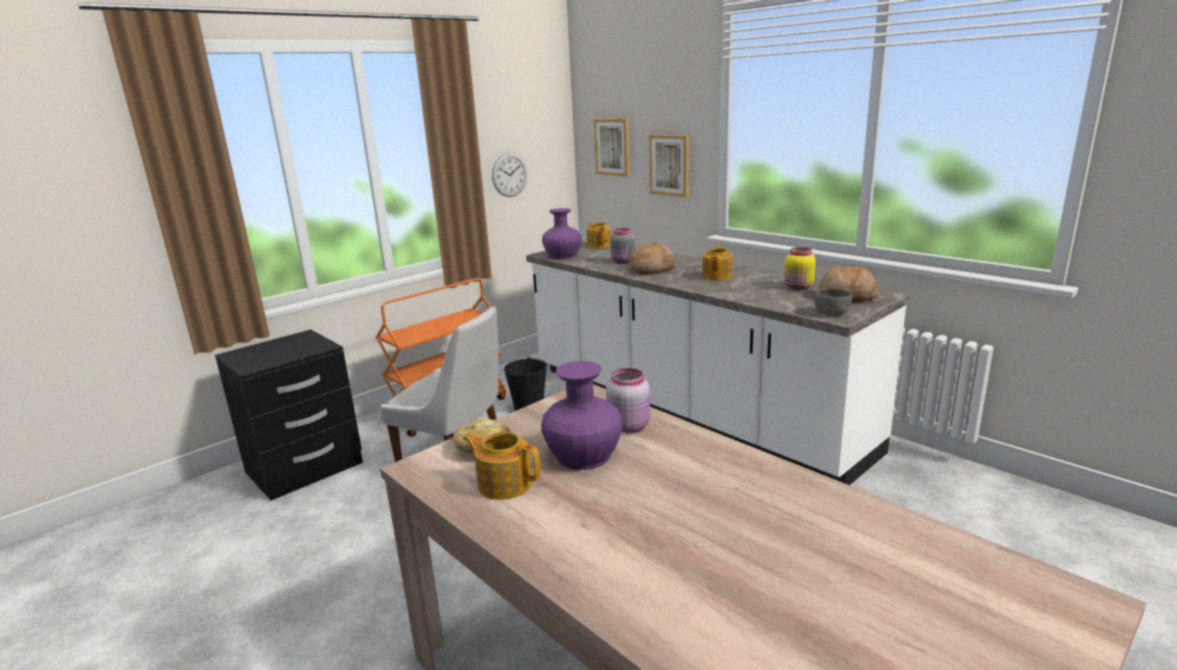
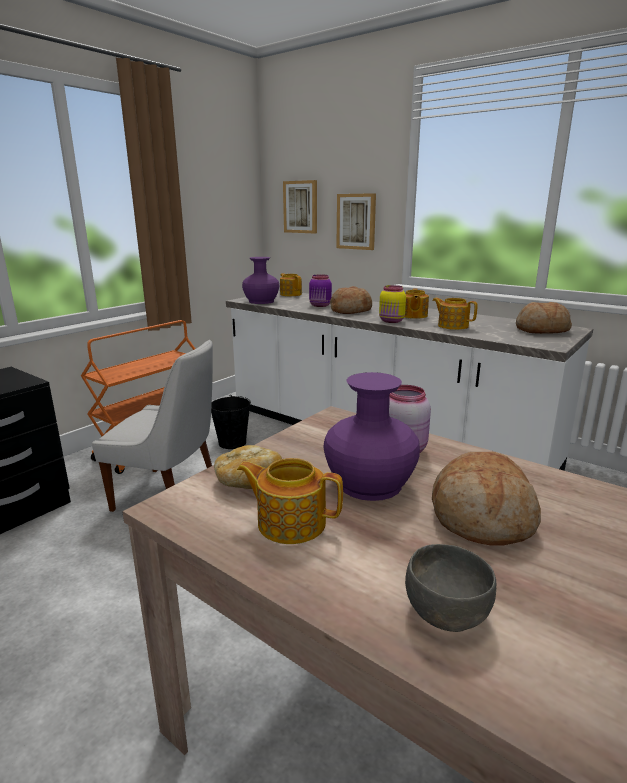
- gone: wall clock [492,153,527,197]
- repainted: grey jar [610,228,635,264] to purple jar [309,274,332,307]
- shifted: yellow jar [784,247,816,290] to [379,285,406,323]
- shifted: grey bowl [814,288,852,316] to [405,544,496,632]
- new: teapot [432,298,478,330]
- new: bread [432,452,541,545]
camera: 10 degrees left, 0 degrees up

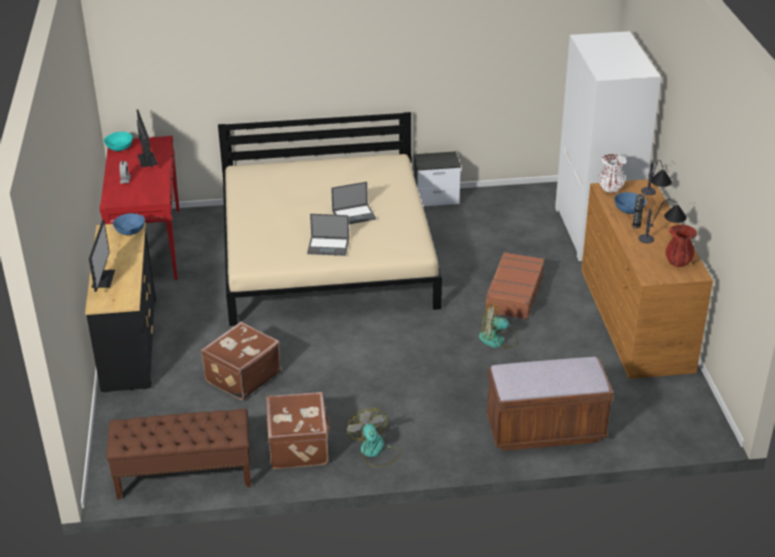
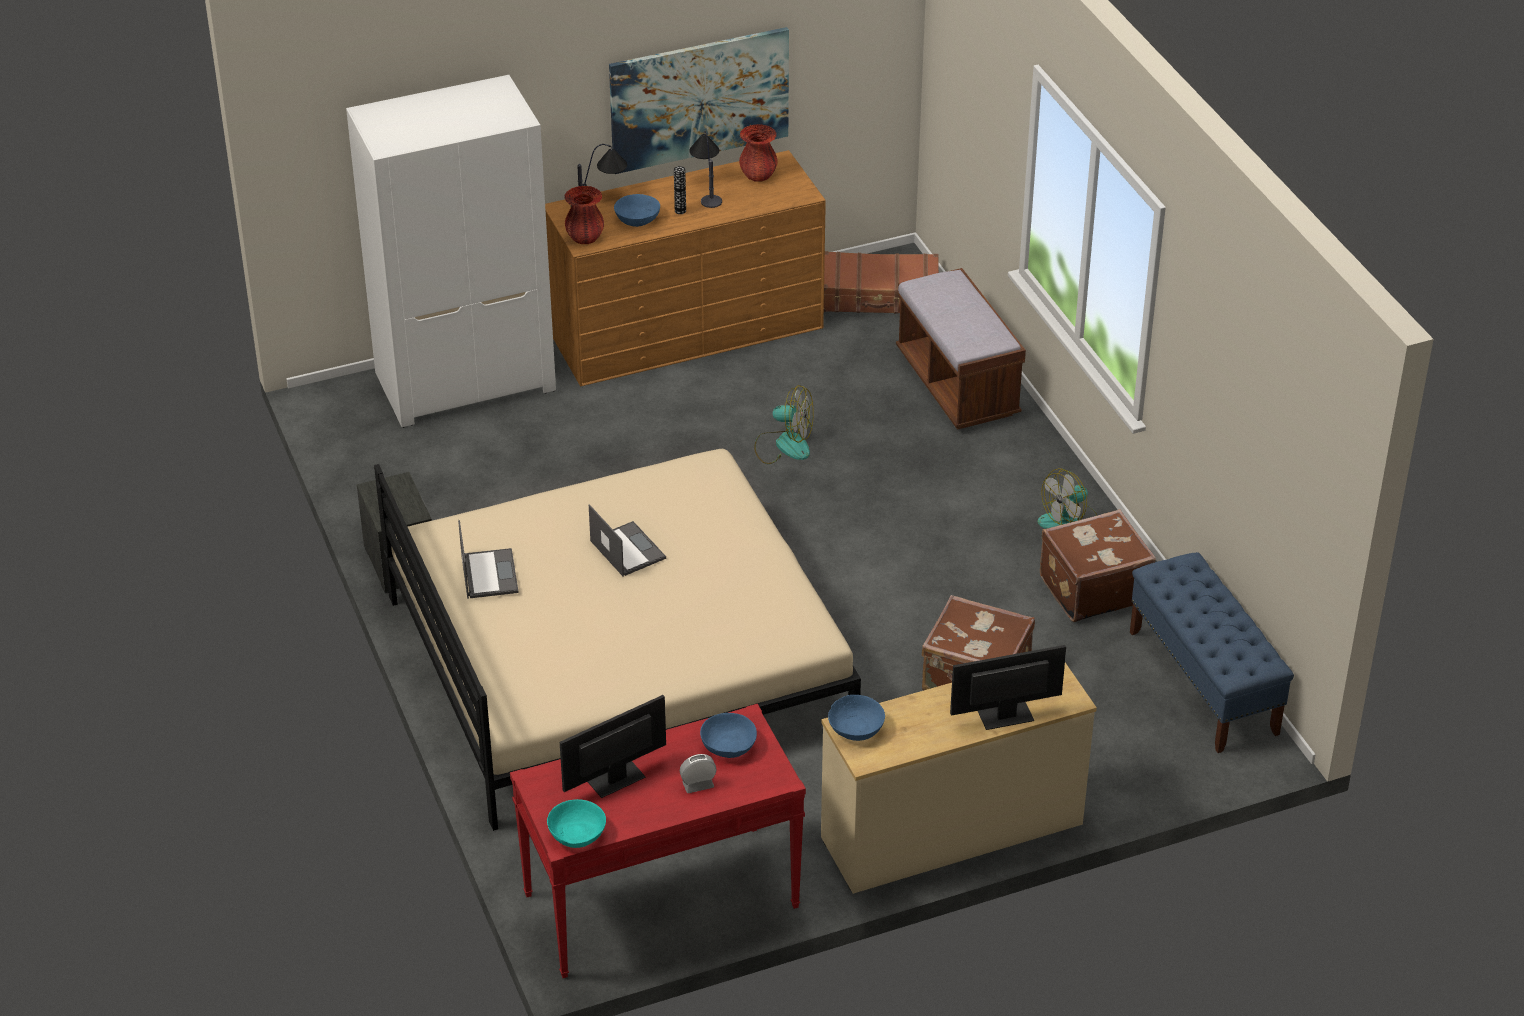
- repainted: white vase [599,154,627,193] to red vase [564,186,604,244]
- shifted: laptop [307,214,349,256] to [458,520,519,599]
- repainted: black dresser [85,222,156,392] to beige dresser [821,663,1097,894]
- shifted: brown suitcase [483,252,545,320] to [824,251,939,314]
- rotated: fan [479,302,518,348] = [754,385,814,464] 60 degrees counterclockwise
- repainted: brown bench [106,409,251,499] to blue bench [1130,552,1294,753]
- new: picture [609,27,789,174]
- new: blue bowl [700,713,757,758]
camera: 105 degrees left, 5 degrees up

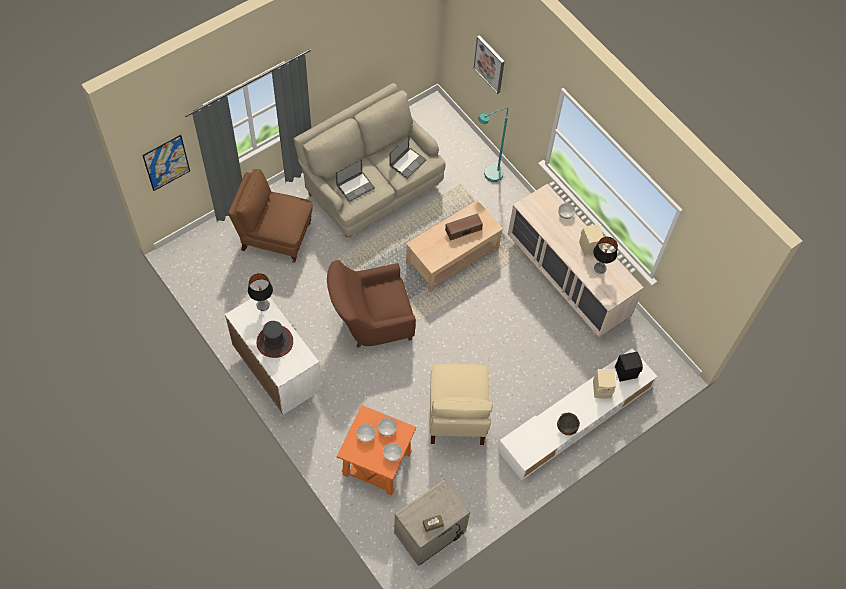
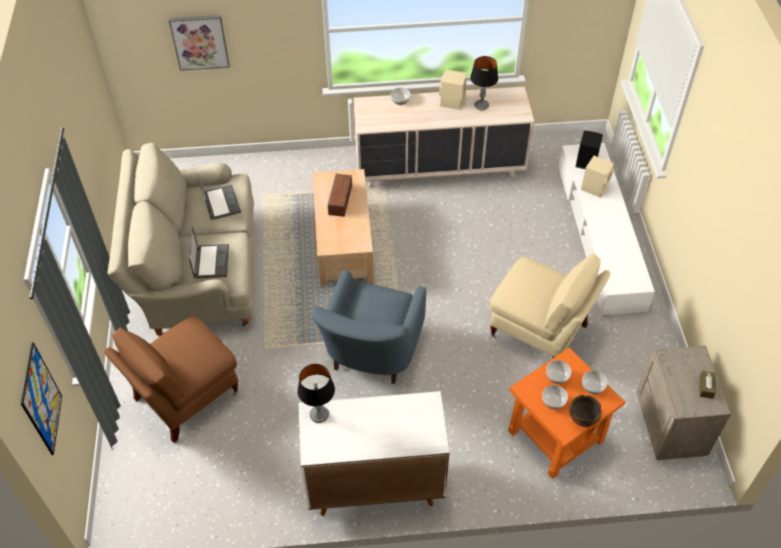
- gone: turquoise floor lamp [478,107,508,182]
- repainted: brown armchair [327,260,416,348] to blue armchair [311,270,426,384]
- gone: hat [257,321,293,358]
- shifted: bowl [557,412,580,435] to [569,395,602,427]
camera: 55 degrees left, 10 degrees down

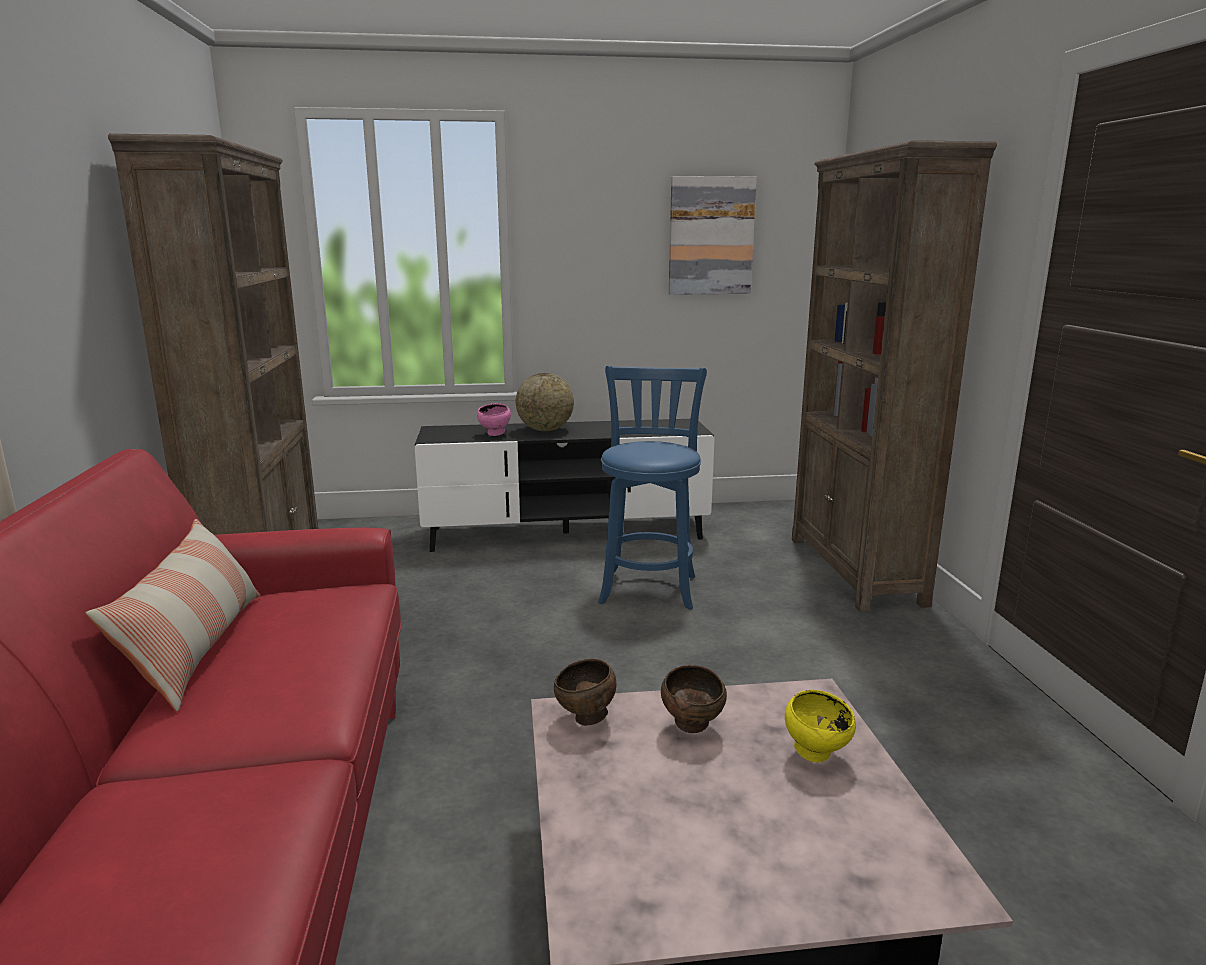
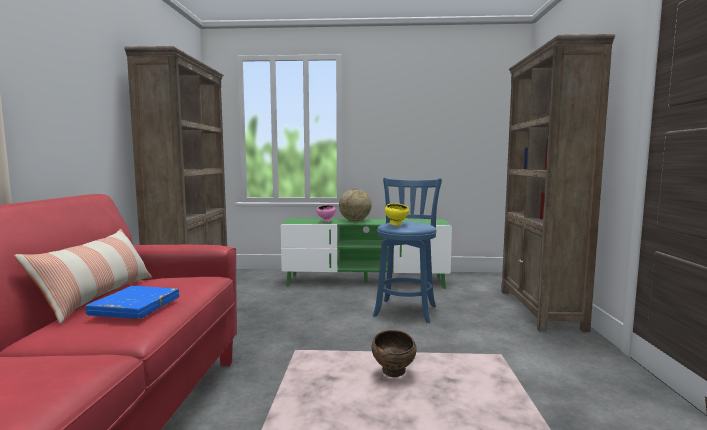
- gone: picture [669,176,757,295]
- repainted: black tv stand [415,419,715,552] to green tv stand [281,218,452,289]
- gone: brown bowl [554,659,616,726]
- shifted: yellow bowl [785,690,856,763] to [385,203,409,226]
- new: blue book [86,286,179,319]
camera: 10 degrees right, 10 degrees down

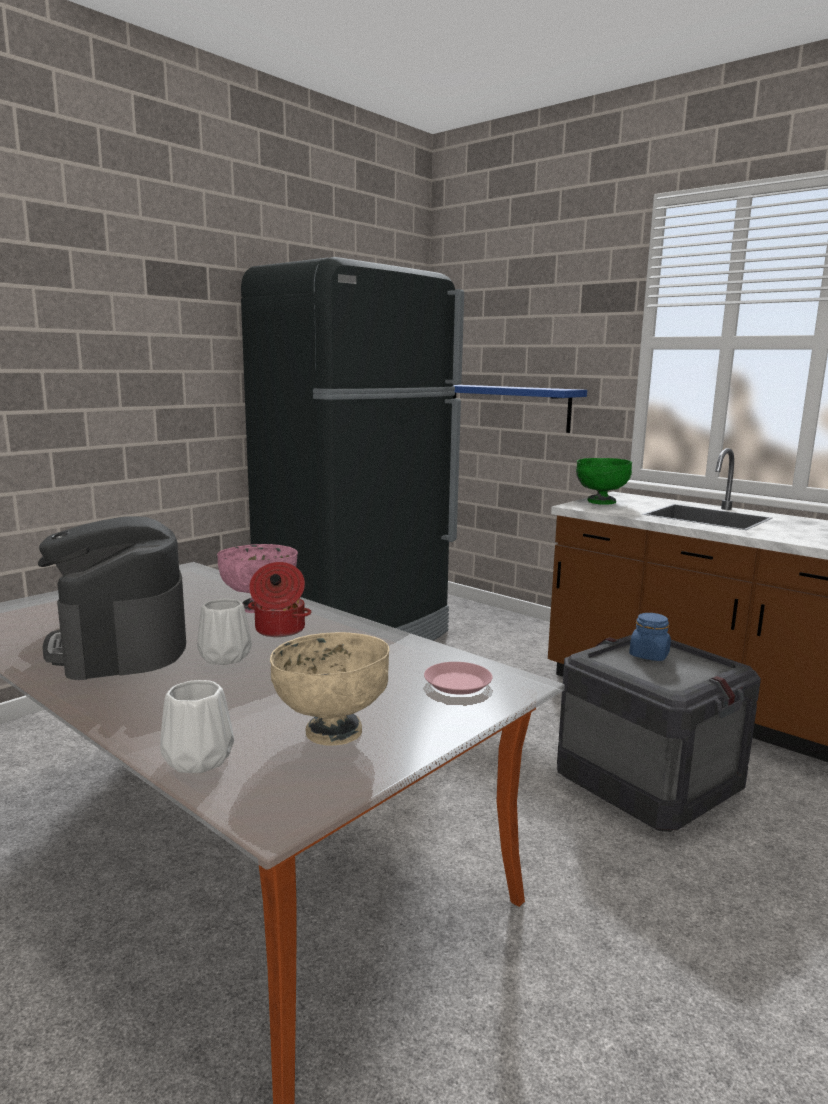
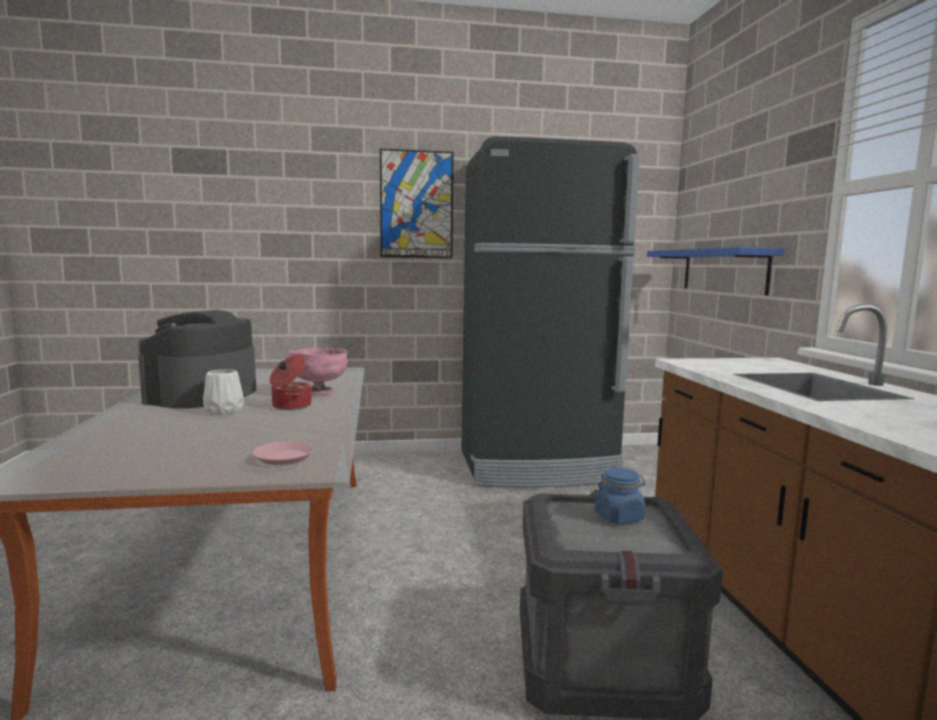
- gone: green bowl [576,458,632,505]
- gone: beige bowl [270,632,389,746]
- gone: white vase [160,680,234,773]
- new: picture [380,149,454,258]
camera: 40 degrees right, 5 degrees down

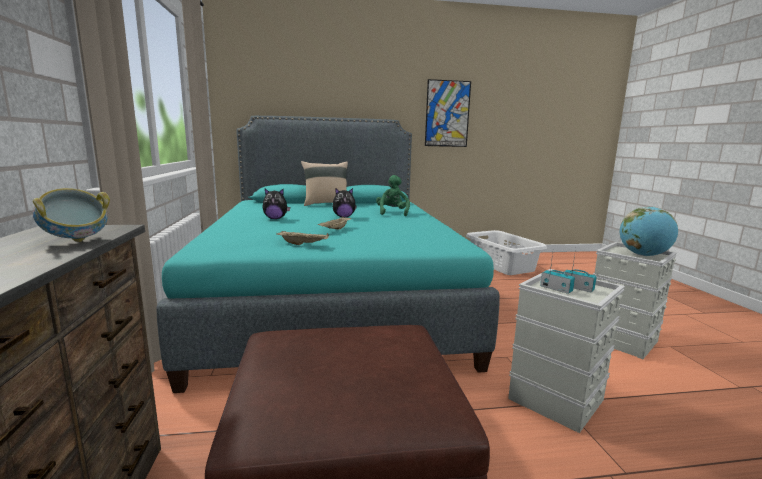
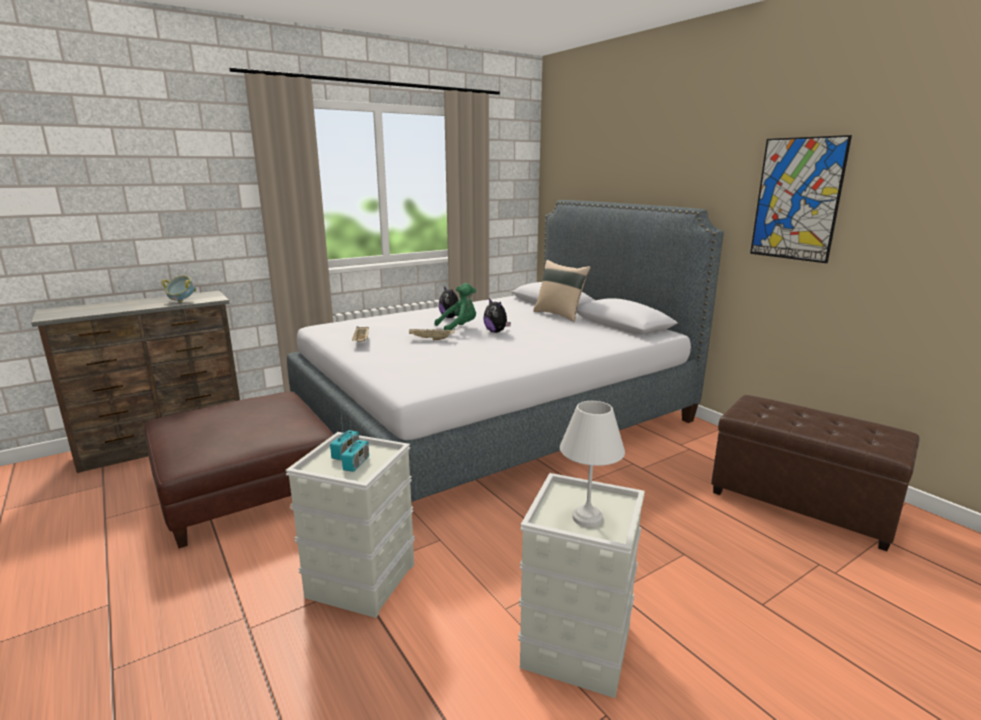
- repainted: turquoise bed [157,116,500,393] to grey bed [287,200,724,502]
- shifted: green plush toy [376,175,410,216] to [434,283,476,330]
- swapped: globe [620,207,678,256] to white table lamp [560,401,625,527]
- swapped: white laundry basket [466,230,547,275] to brown ottoman [711,395,919,551]
camera: 65 degrees right, 5 degrees up

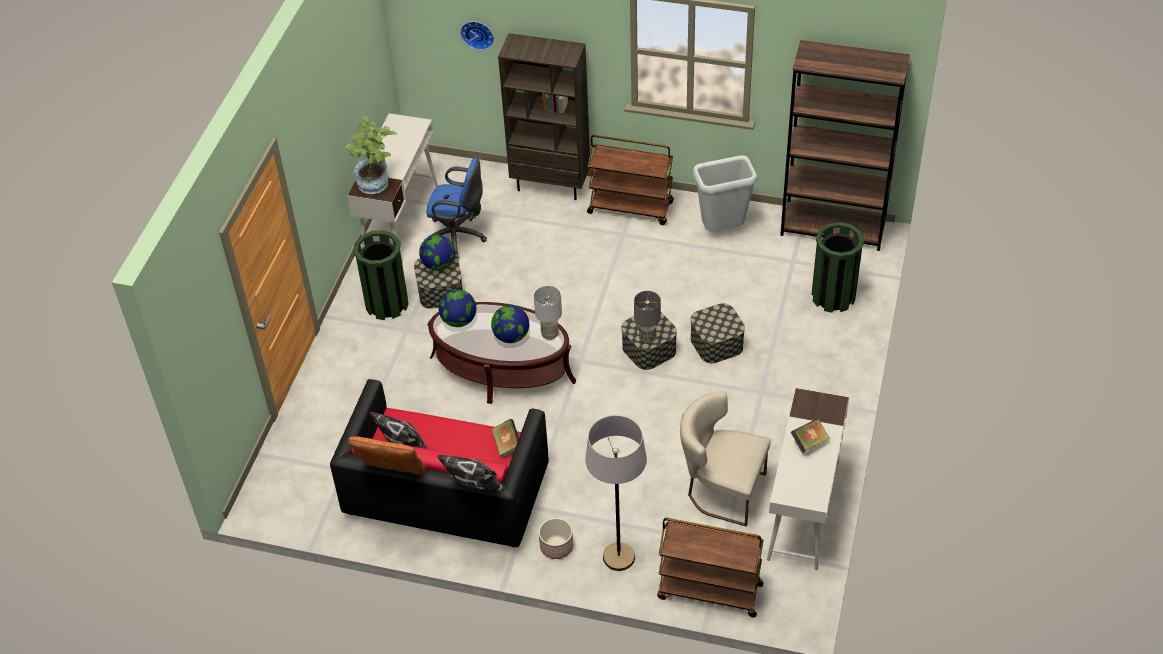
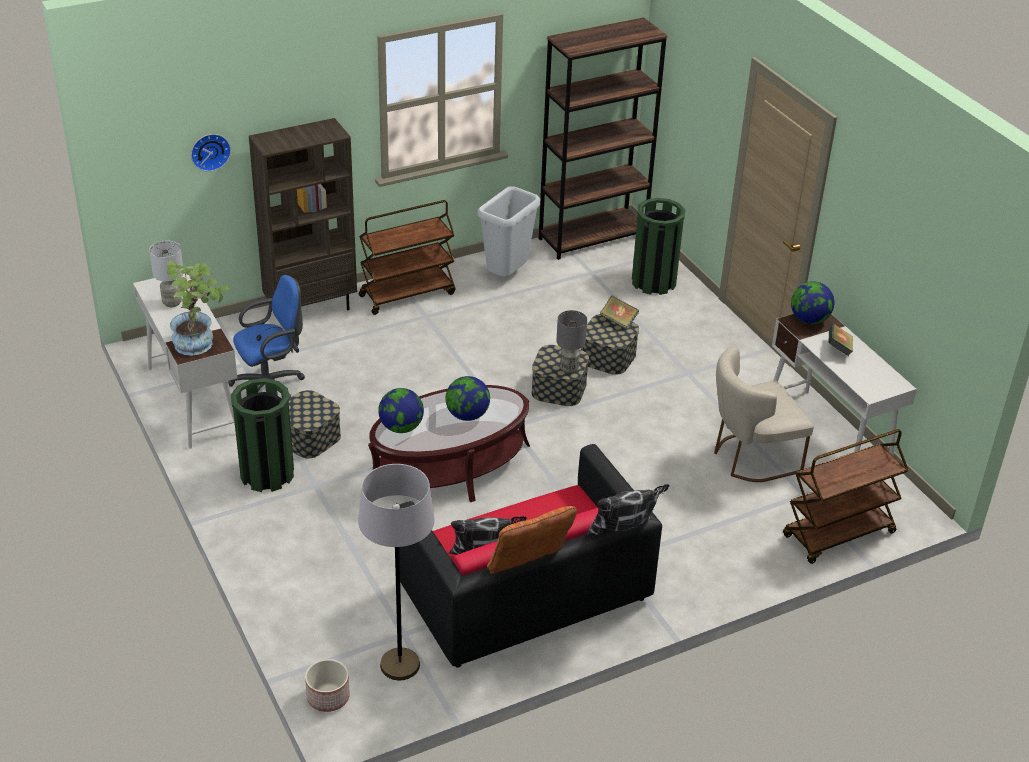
- shifted: globe [419,235,455,271] to [791,281,834,324]
- shifted: grey table lamp [534,286,562,340] to [149,241,183,307]
- shifted: grey floor lamp [585,415,647,571] to [358,464,435,680]
- shifted: book [492,419,519,458] to [600,296,639,329]
- shifted: planter [539,518,573,559] to [305,659,350,712]
camera: 45 degrees left, 10 degrees down

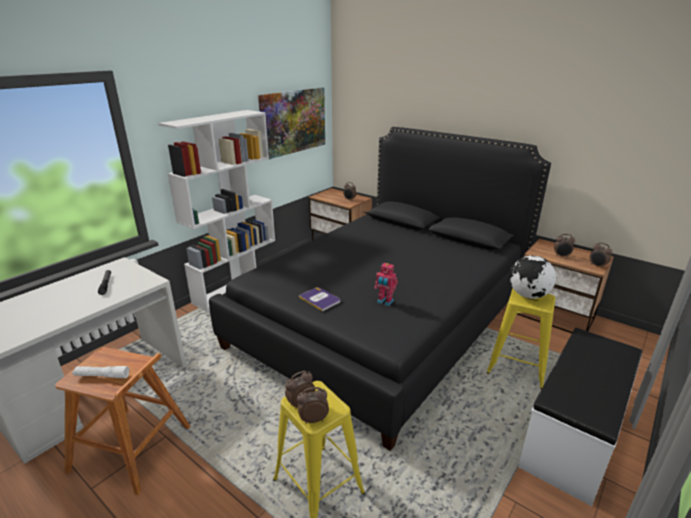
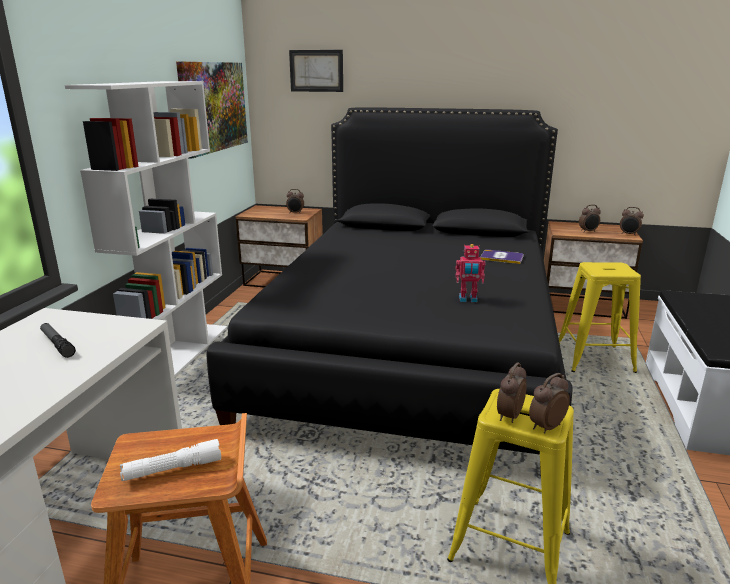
- gone: globe [509,255,556,299]
- shifted: book [299,287,340,312] to [480,250,524,264]
- new: picture [289,50,343,92]
camera: 25 degrees left, 5 degrees down

